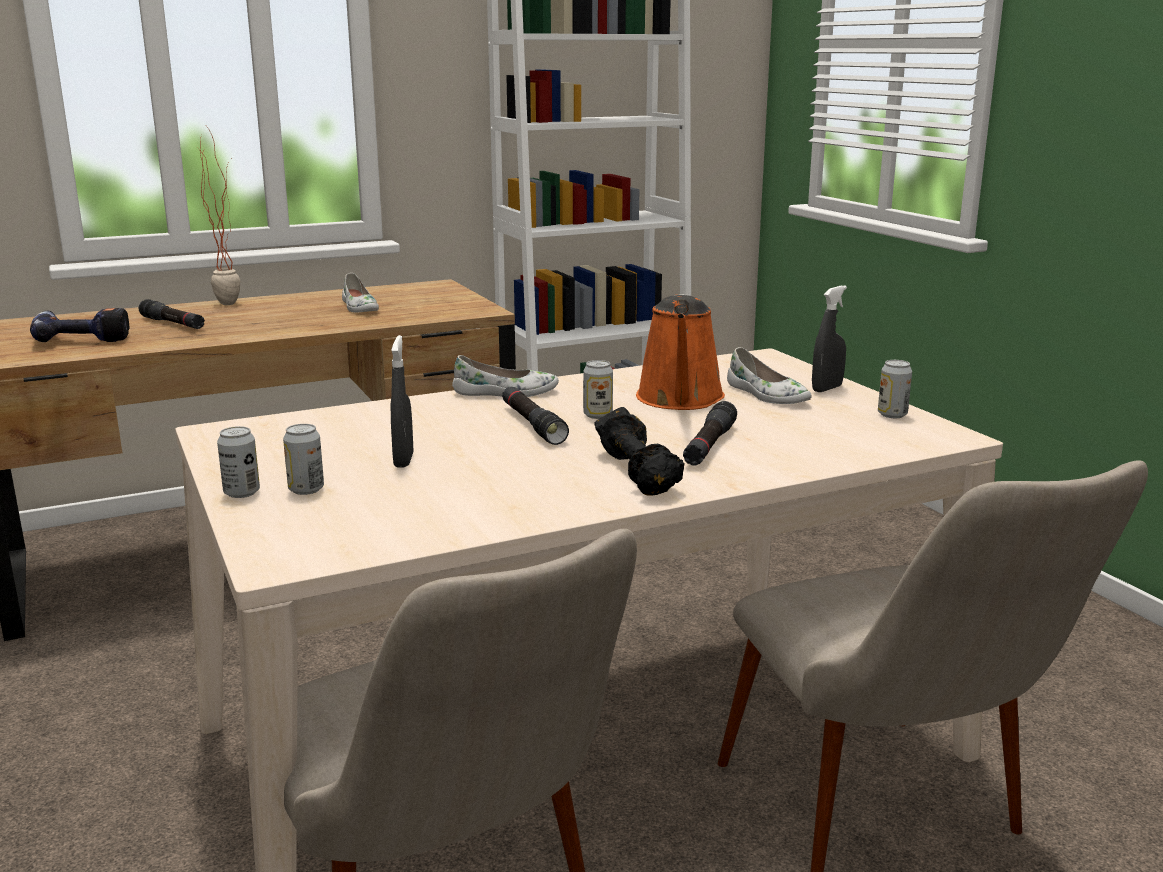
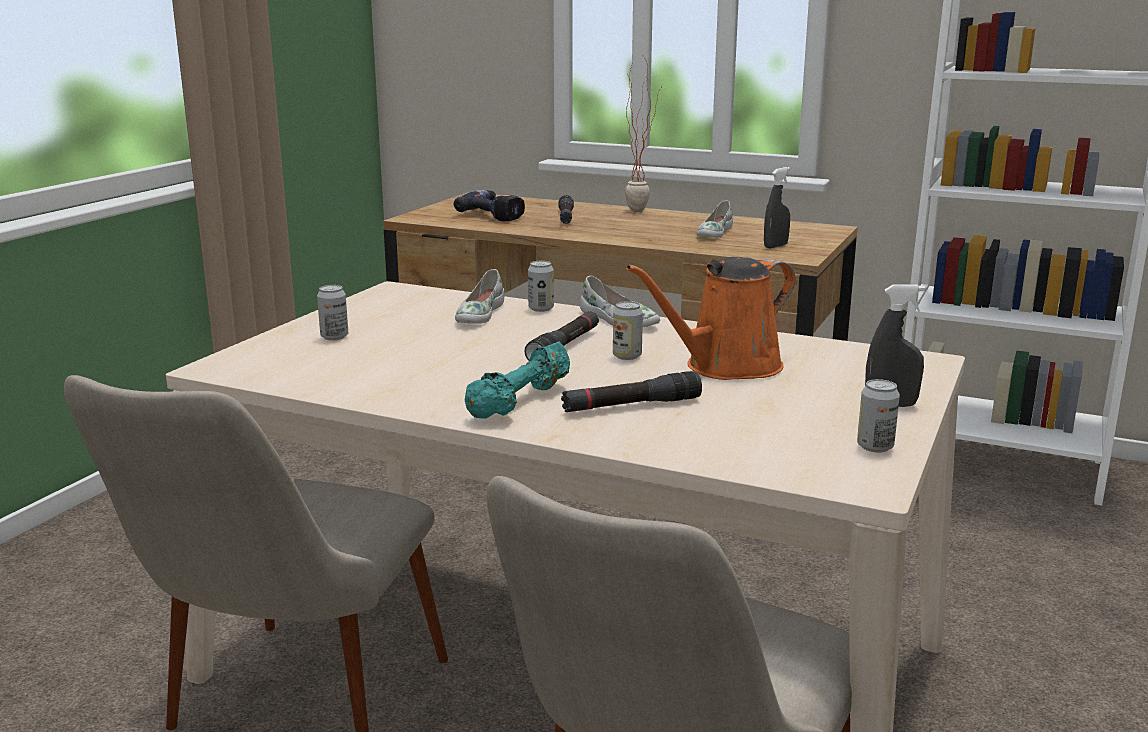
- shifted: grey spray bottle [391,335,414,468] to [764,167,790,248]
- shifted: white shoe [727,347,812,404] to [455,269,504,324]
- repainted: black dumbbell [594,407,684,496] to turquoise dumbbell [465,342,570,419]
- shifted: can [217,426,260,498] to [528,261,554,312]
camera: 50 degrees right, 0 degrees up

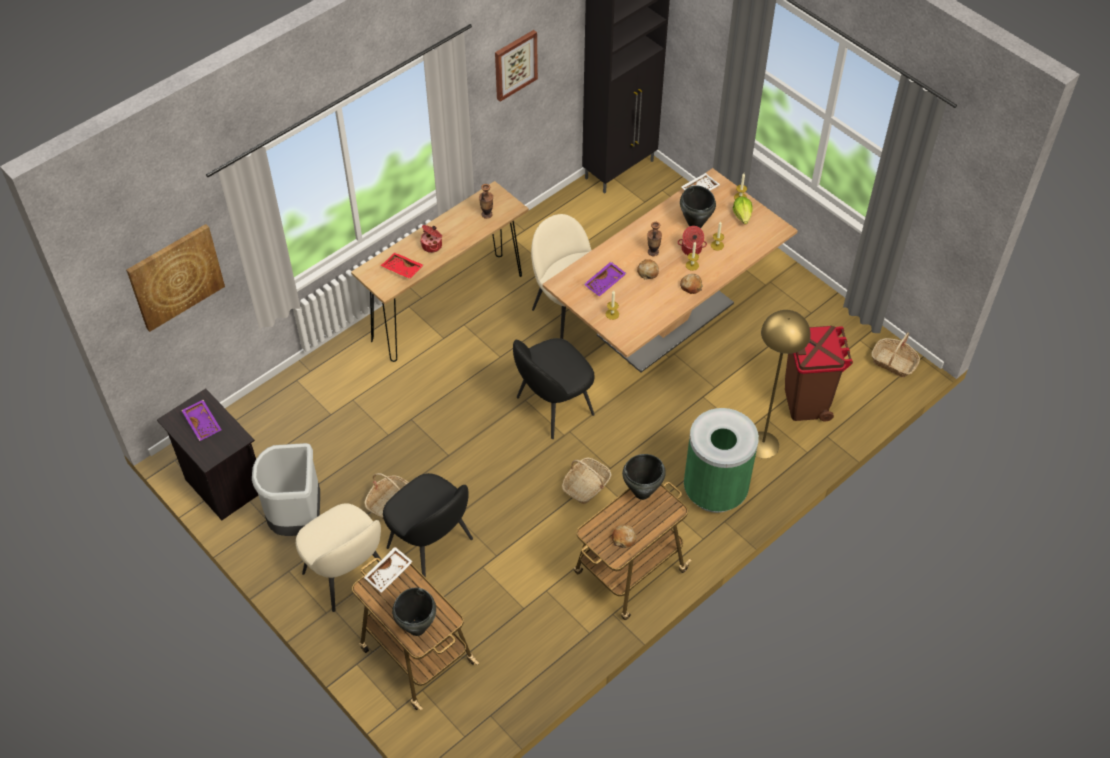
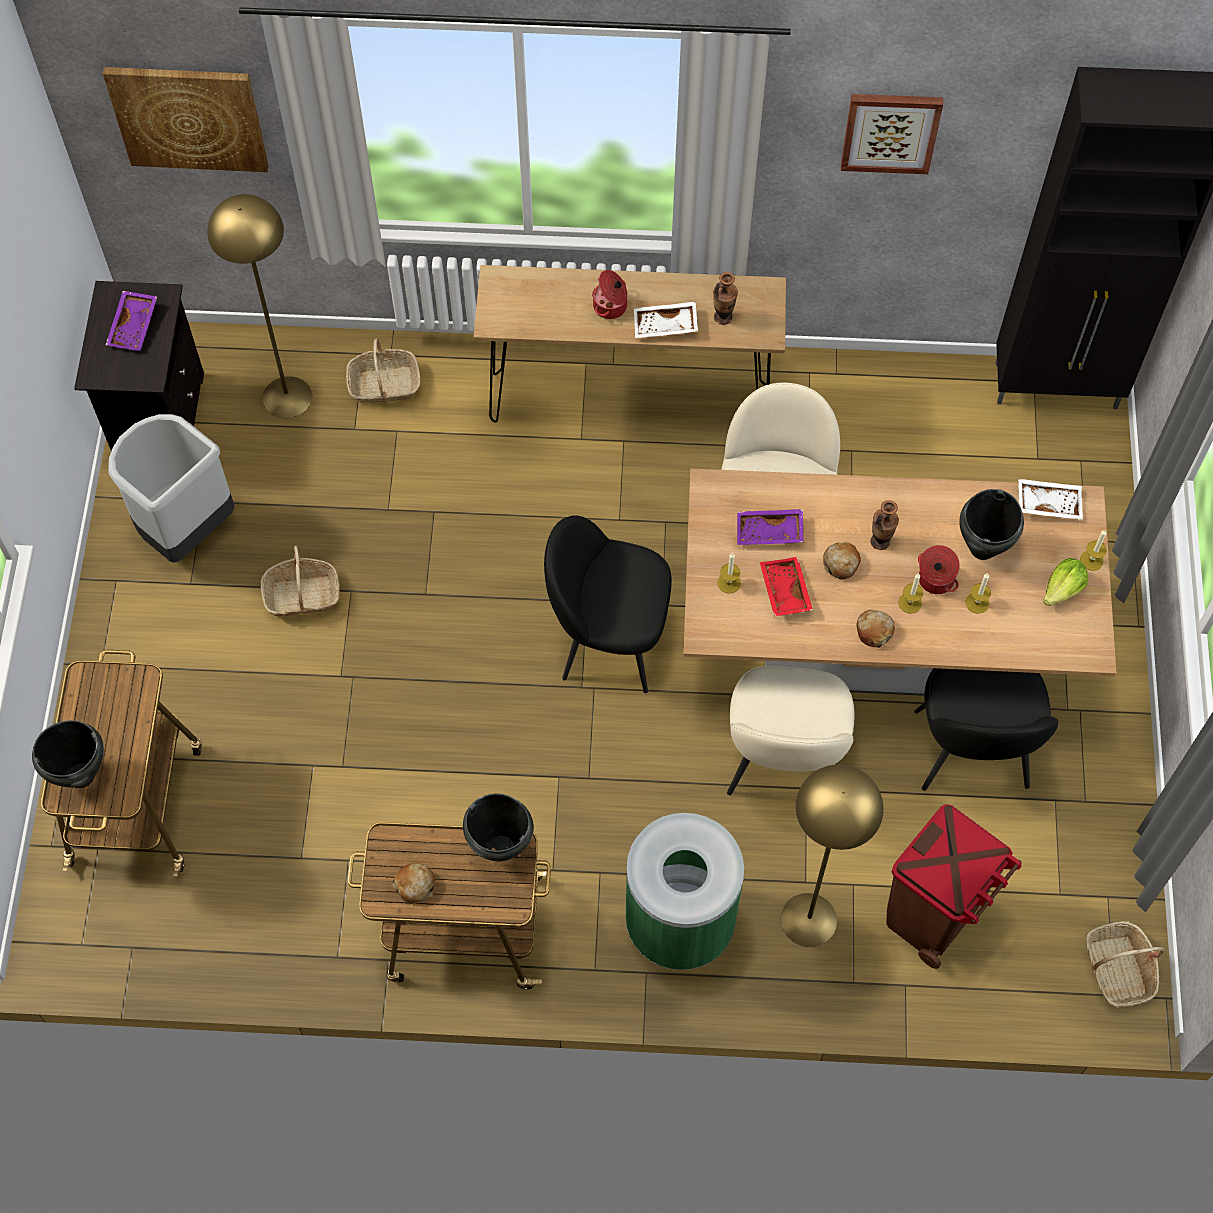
- shifted: red tray [381,252,424,279] to [760,557,813,616]
- shifted: basket [562,457,612,504] to [346,338,420,403]
- shifted: black chair [383,473,473,578] to [914,668,1058,791]
- shifted: beige chair [296,503,382,612] to [727,666,855,795]
- shifted: white tray [364,547,413,593] to [634,301,698,338]
- new: yellow floor lamp [207,194,312,418]
camera: 45 degrees right, 10 degrees up

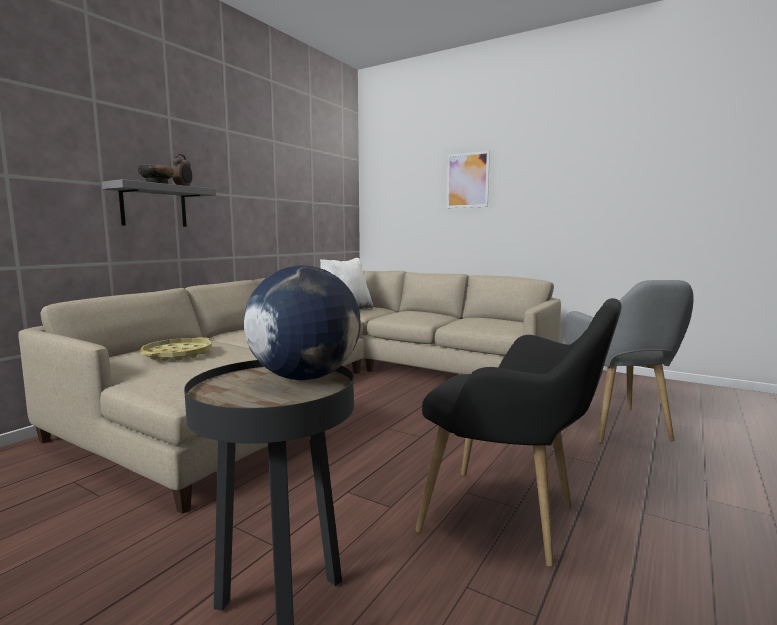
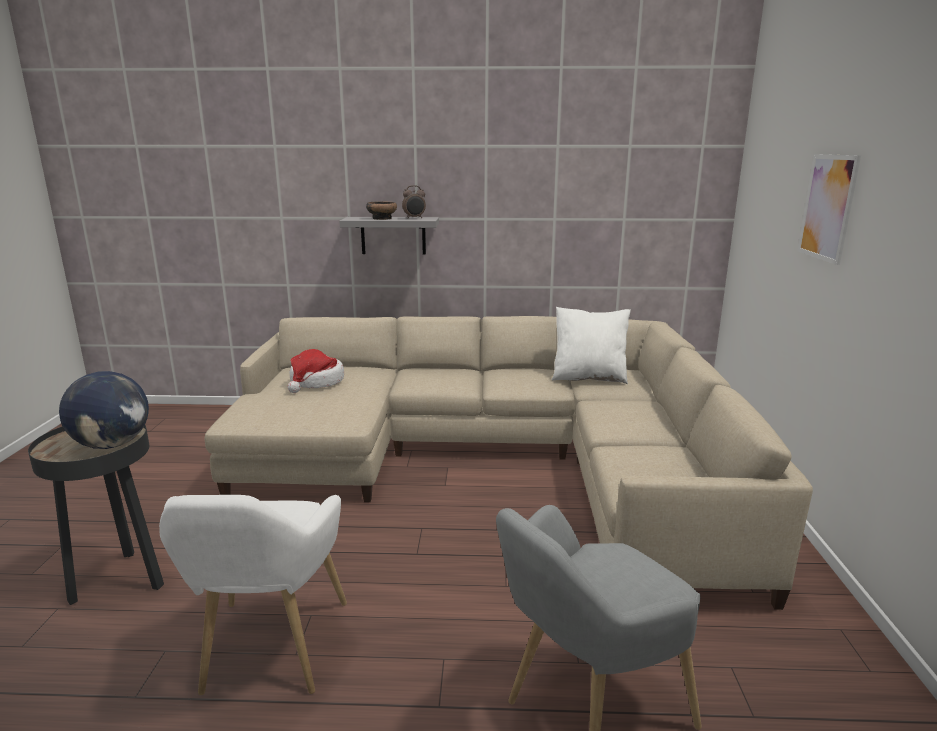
- repainted: black armchair [415,298,622,567] to white armchair [159,495,347,695]
- swapped: yellow tray [141,337,212,361] to hat [287,349,344,393]
camera: 60 degrees right, 10 degrees up

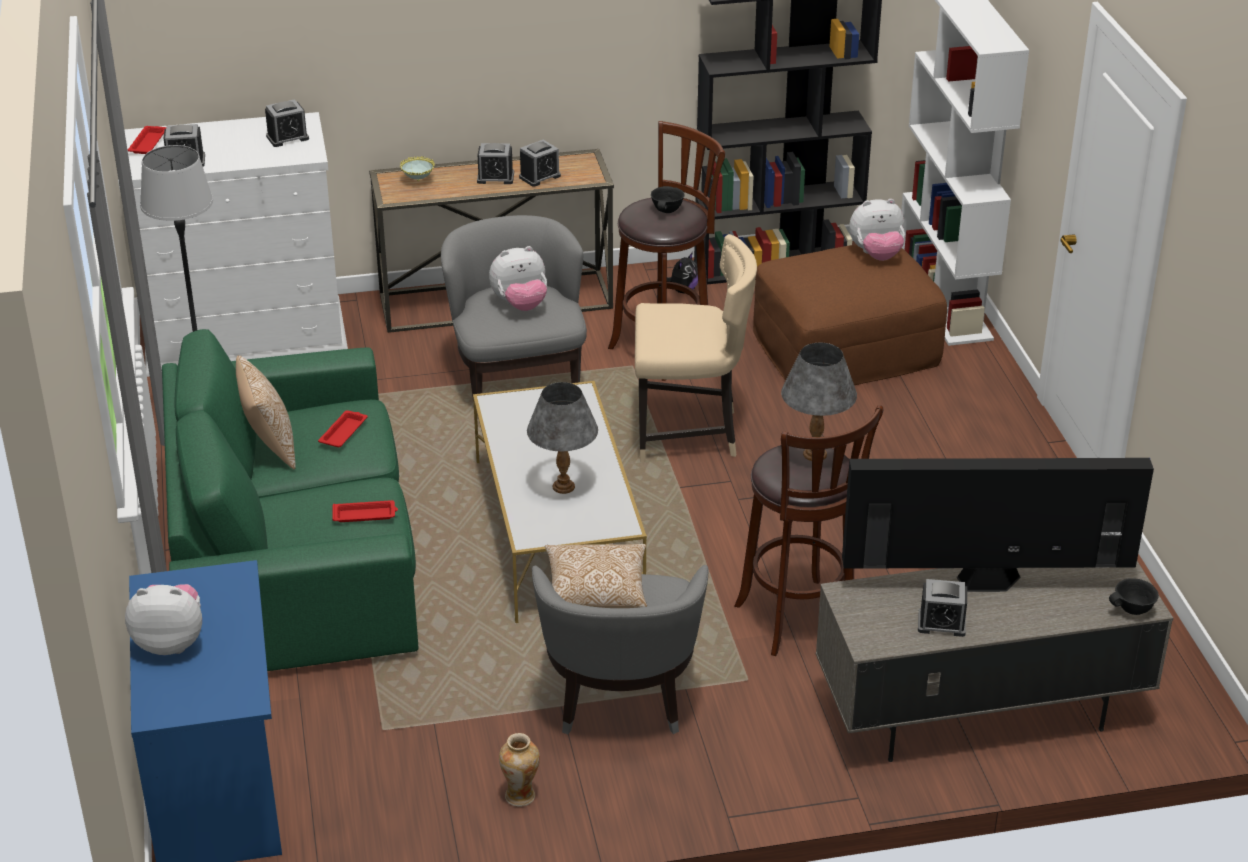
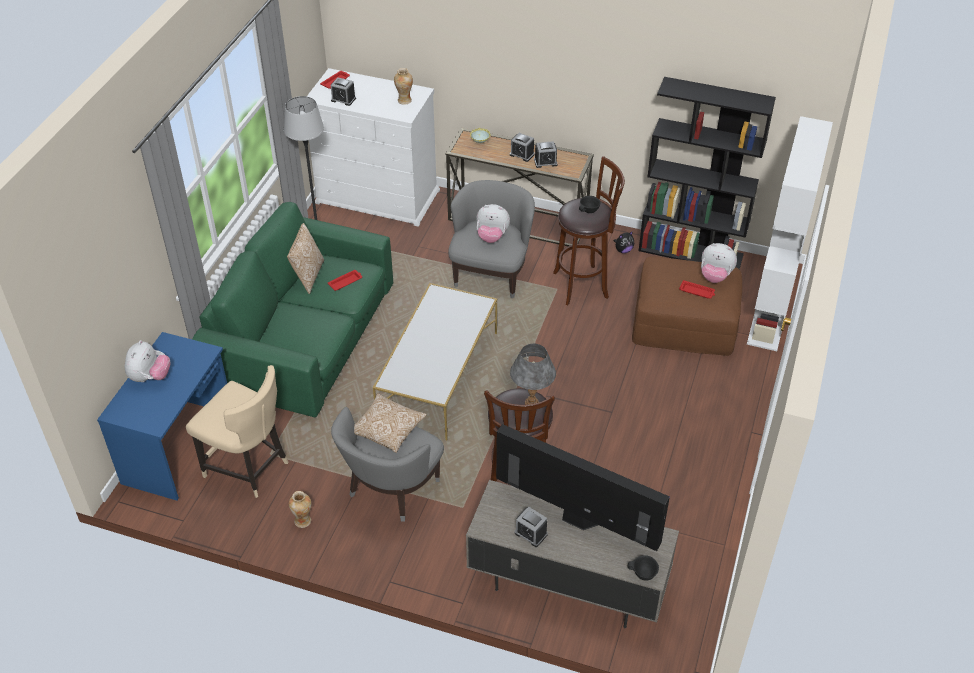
- swapped: alarm clock [265,99,309,147] to vase [394,68,413,105]
- shifted: beige chair [635,234,757,462] to [186,365,288,498]
- gone: grey table lamp [527,382,598,494]
- shifted: red tray [332,500,398,522] to [679,280,715,299]
- rotated: plush toy [125,584,202,655] = [125,340,170,382] 75 degrees clockwise
camera: 30 degrees right, 10 degrees up

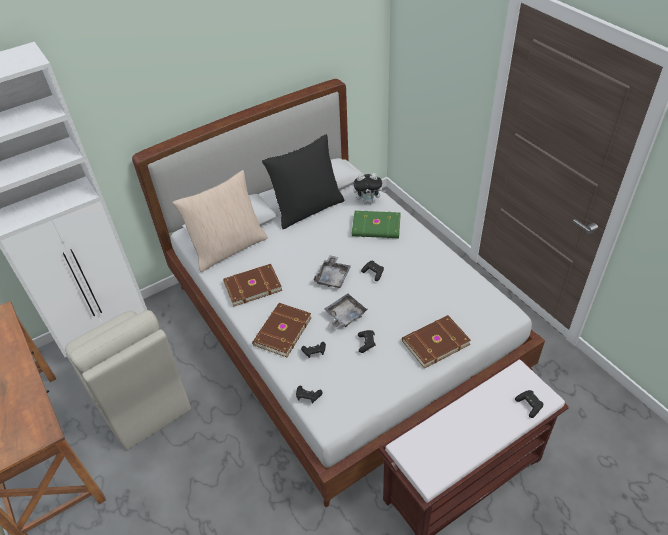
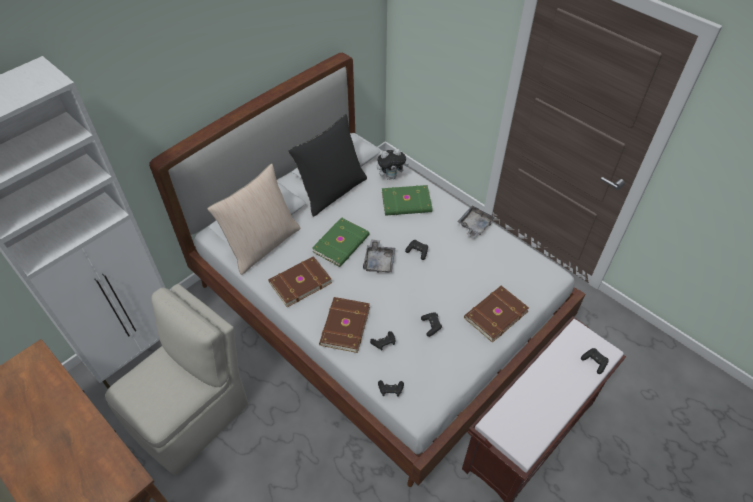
- shifted: grey tray [324,294,368,330] to [457,206,495,238]
- rotated: beige chair [65,310,191,450] = [105,284,249,476] 90 degrees counterclockwise
- new: green book [312,217,370,267]
camera: 15 degrees left, 5 degrees up

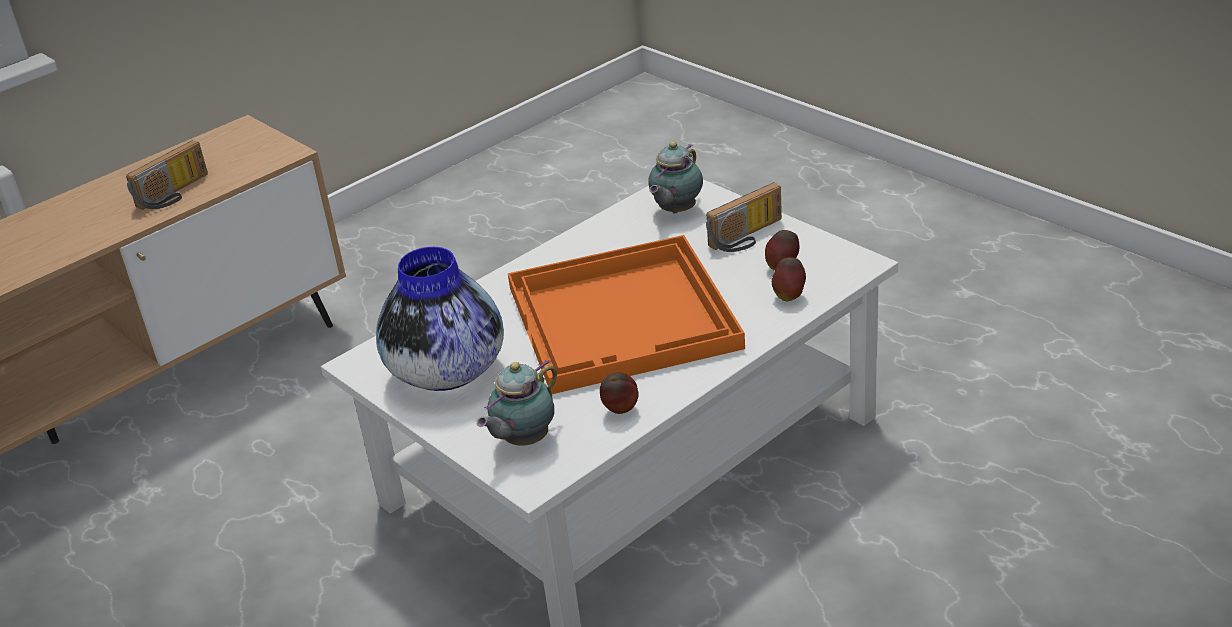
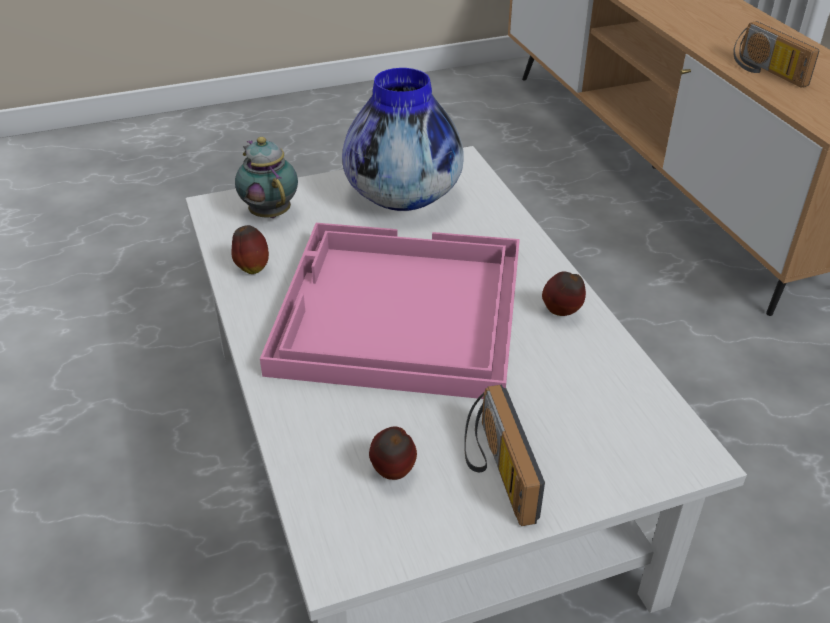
- gone: teapot [648,142,703,214]
- repainted: orange tray [508,235,745,394] to pink tray [260,223,520,399]
- shifted: apple [772,257,806,301] to [542,271,586,316]
camera: 110 degrees right, 5 degrees up

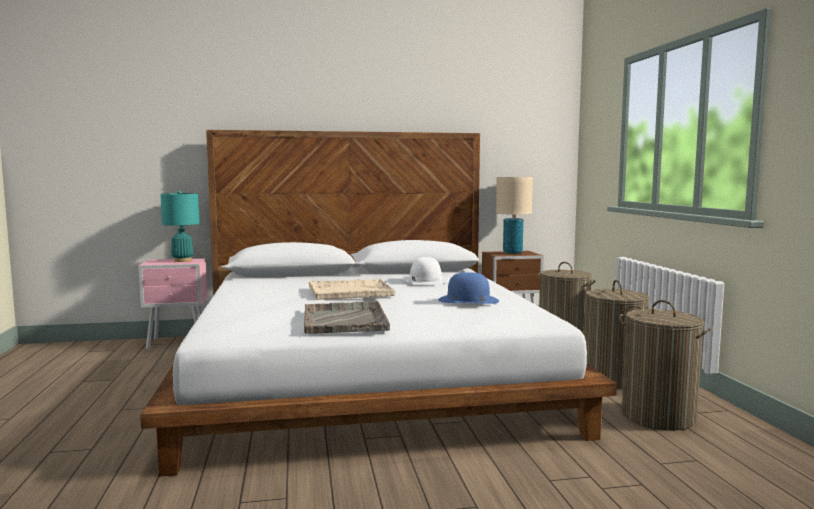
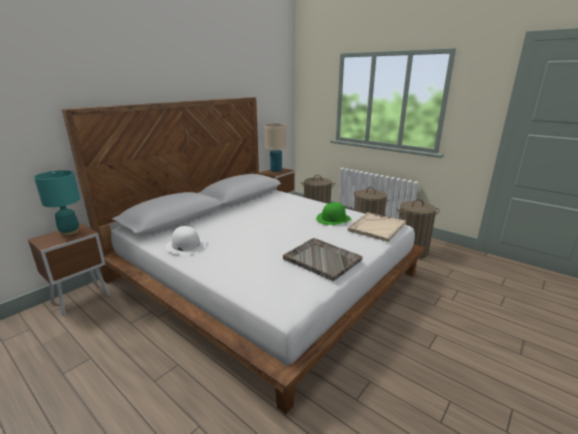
- shifted: white hat [402,257,449,285] to [165,226,207,255]
- repainted: pink nightstand [138,258,207,350] to brown nightstand [28,224,110,316]
- repainted: blue hat [438,272,499,304] to green hat [316,202,351,225]
- shifted: beige tray [309,279,395,300] to [347,212,406,242]
camera: 40 degrees left, 15 degrees up

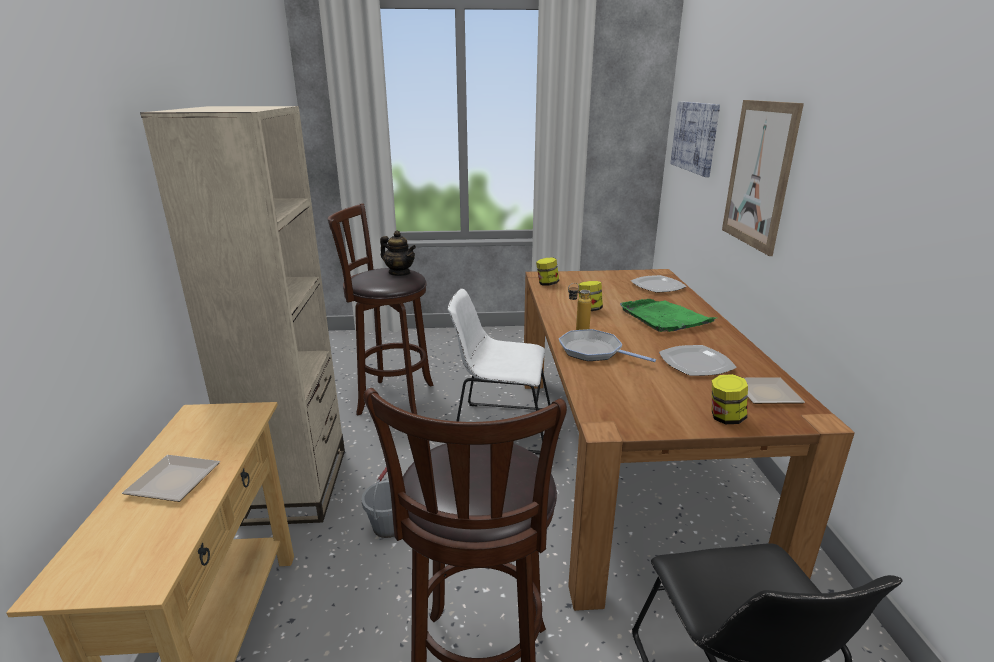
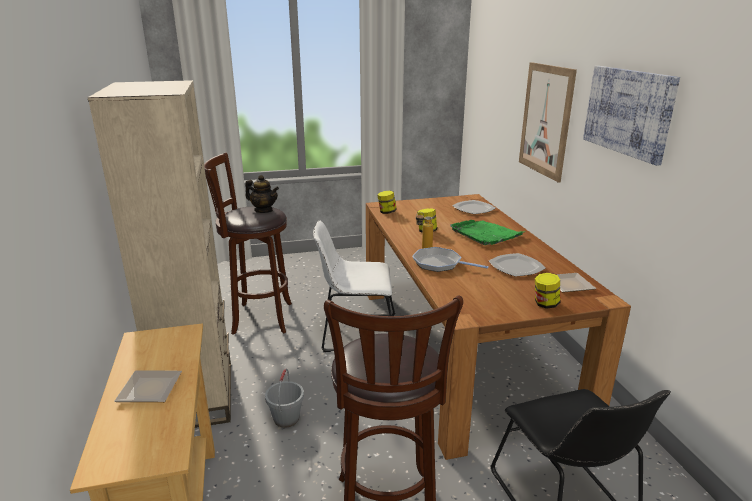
- shifted: picture [670,101,720,177] to [583,66,680,166]
camera: 10 degrees left, 0 degrees up

